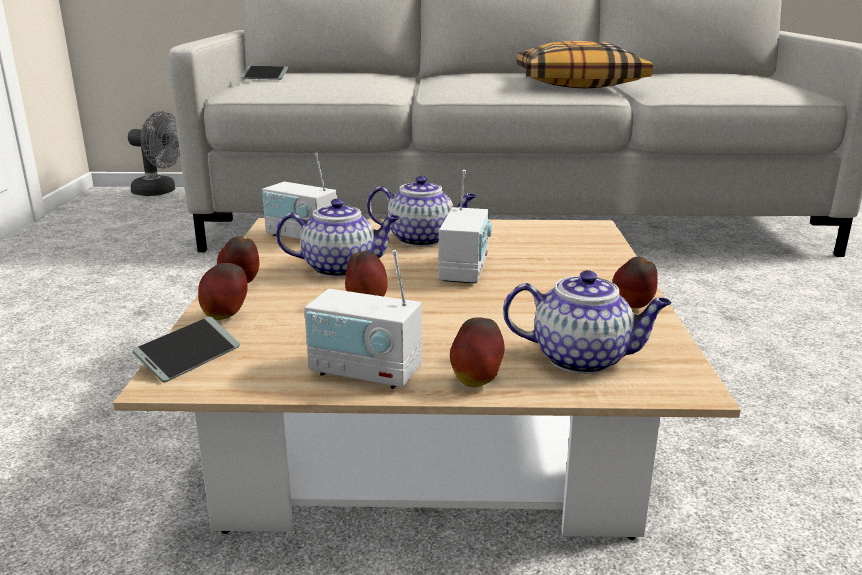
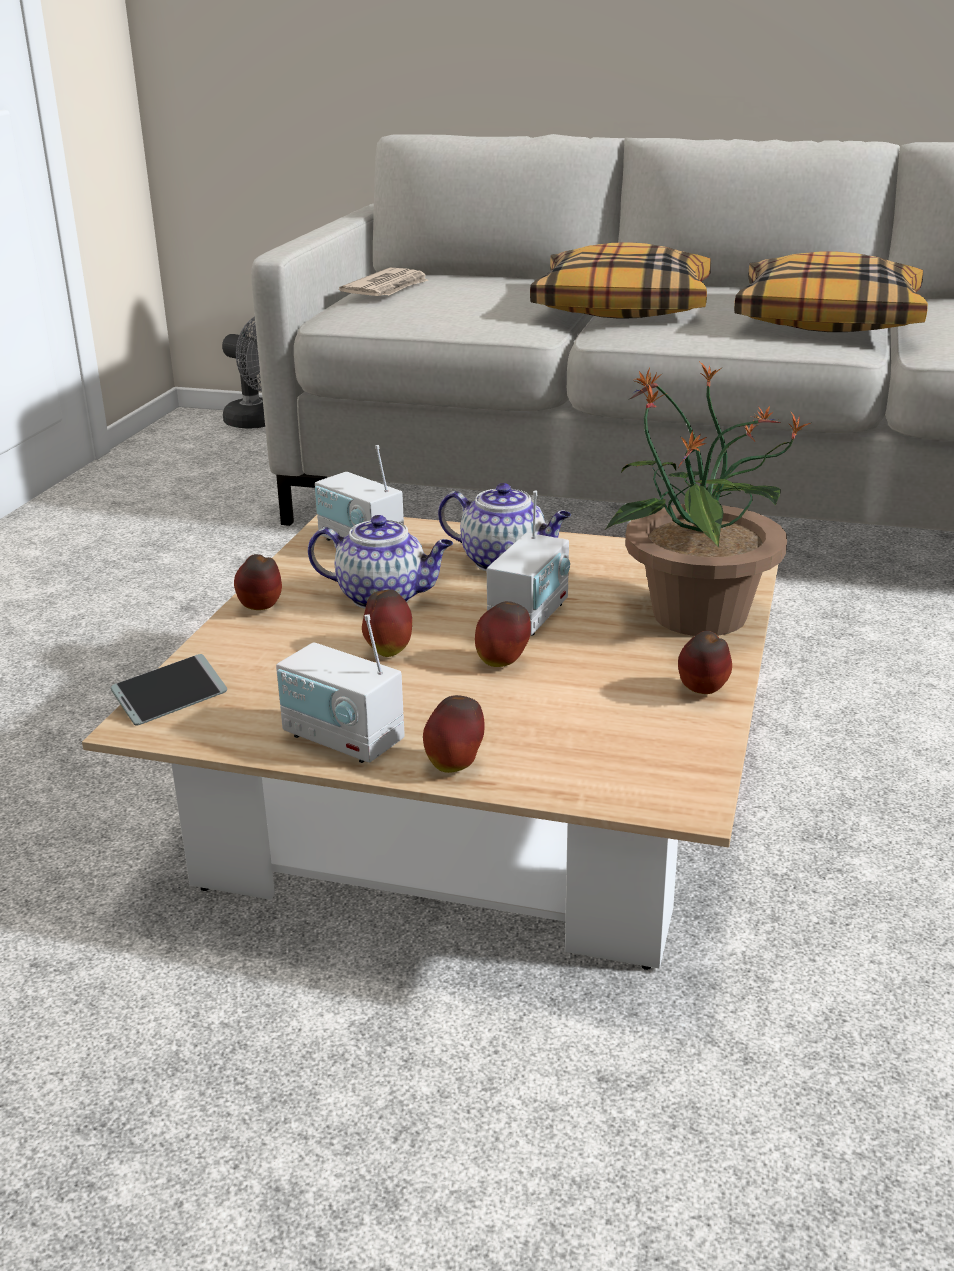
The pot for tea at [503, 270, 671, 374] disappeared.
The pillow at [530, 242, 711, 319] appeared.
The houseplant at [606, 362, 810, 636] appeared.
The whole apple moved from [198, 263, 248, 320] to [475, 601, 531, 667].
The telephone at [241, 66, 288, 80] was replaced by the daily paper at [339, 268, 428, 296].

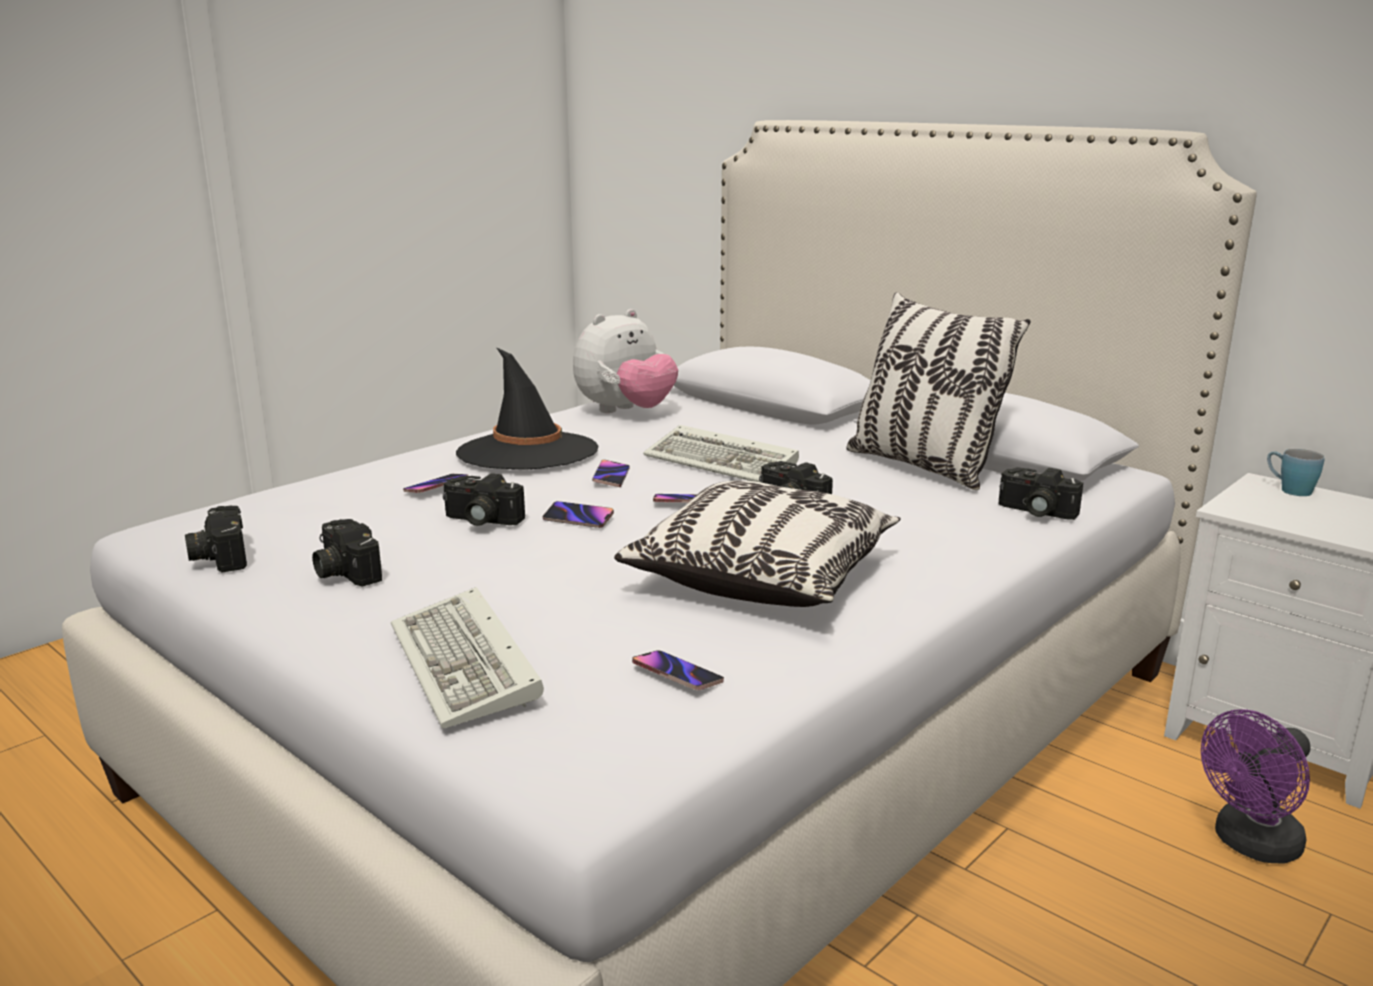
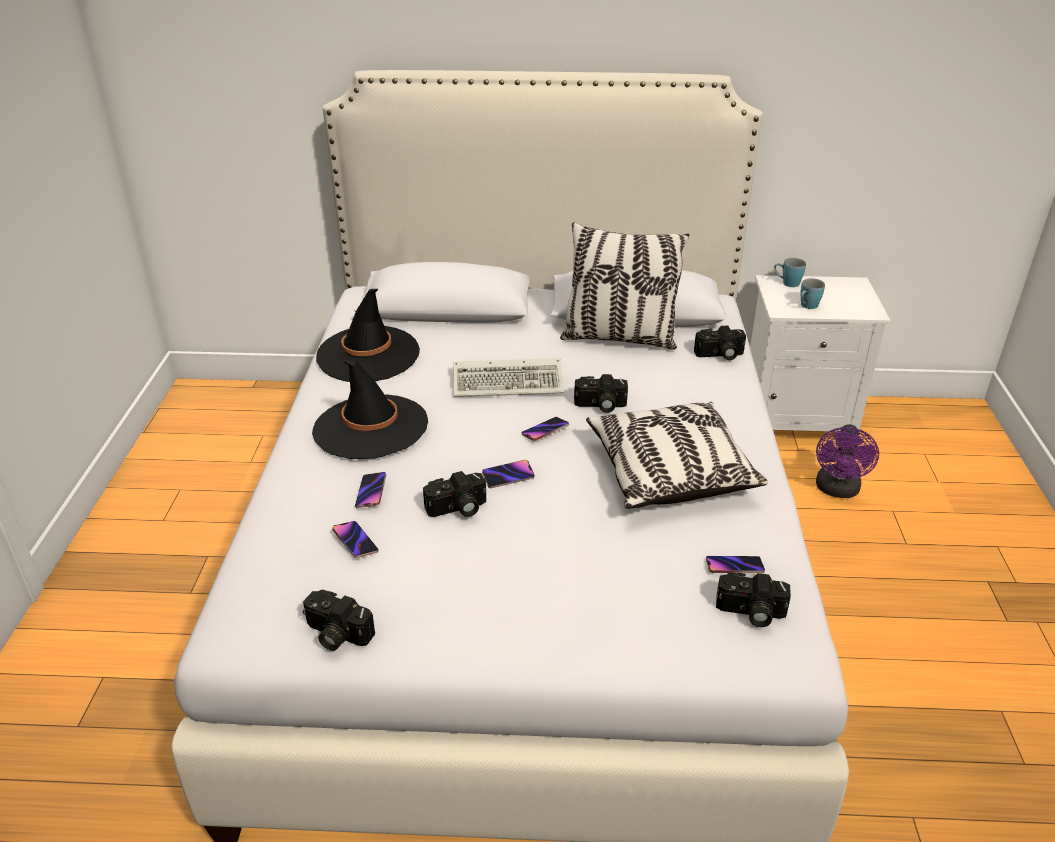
The PC keyboard at [391, 587, 544, 728] disappeared.
The blue tea mug at [801, 278, 825, 309] appeared.
The still camera moved from [312, 519, 382, 587] to [716, 572, 791, 627].
The telephone moved from [592, 460, 630, 487] to [332, 521, 378, 558].
The cuddly toy at [573, 309, 678, 413] was replaced by the black-coloured hat at [316, 289, 420, 382].

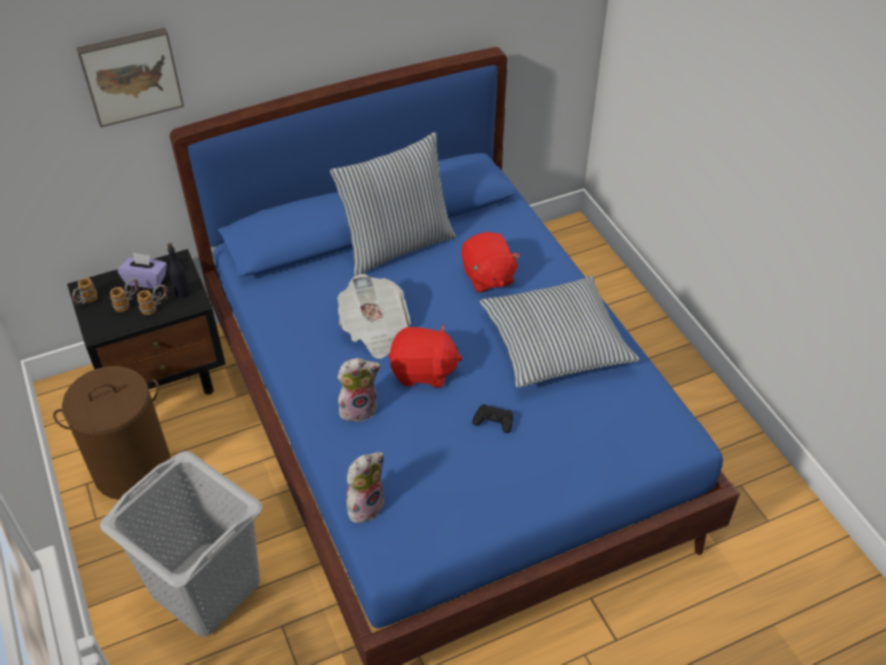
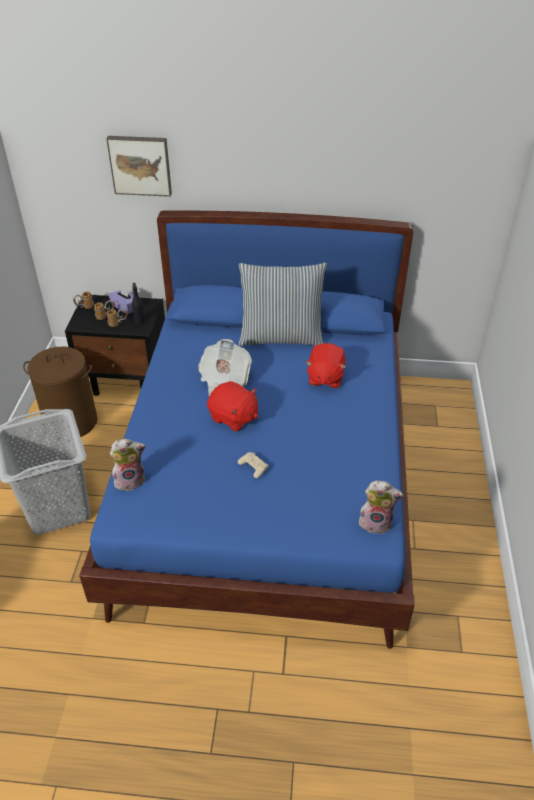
The pillow at [480, 276, 640, 388] disappeared.
The cuddly toy moved from [337, 358, 381, 422] to [359, 480, 404, 534].
The black-coloured joypad at [472, 404, 513, 433] became the beige joypad at [238, 452, 269, 478].

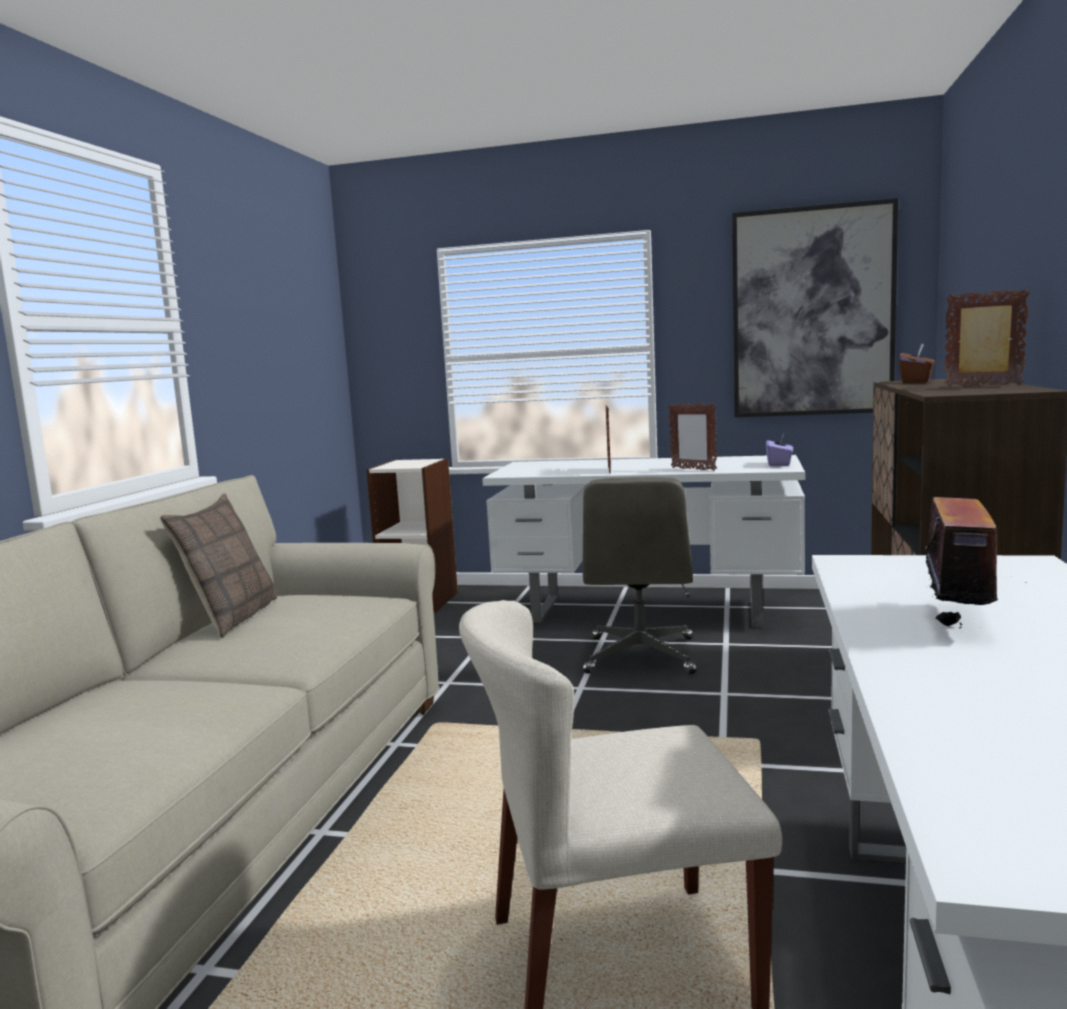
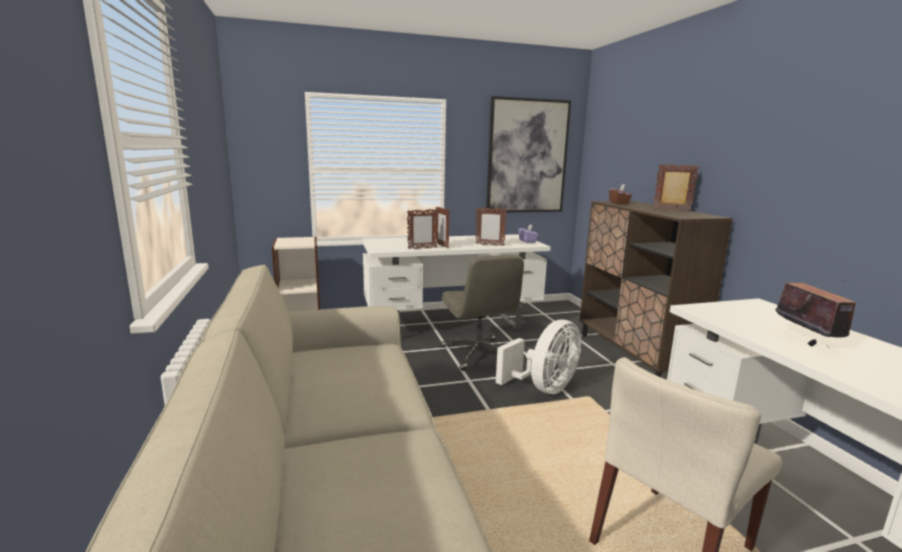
The pillow at [160, 493, 277, 638] disappeared.
The photo frame at [407, 209, 439, 249] appeared.
The white-coloured fan at [496, 319, 581, 394] appeared.

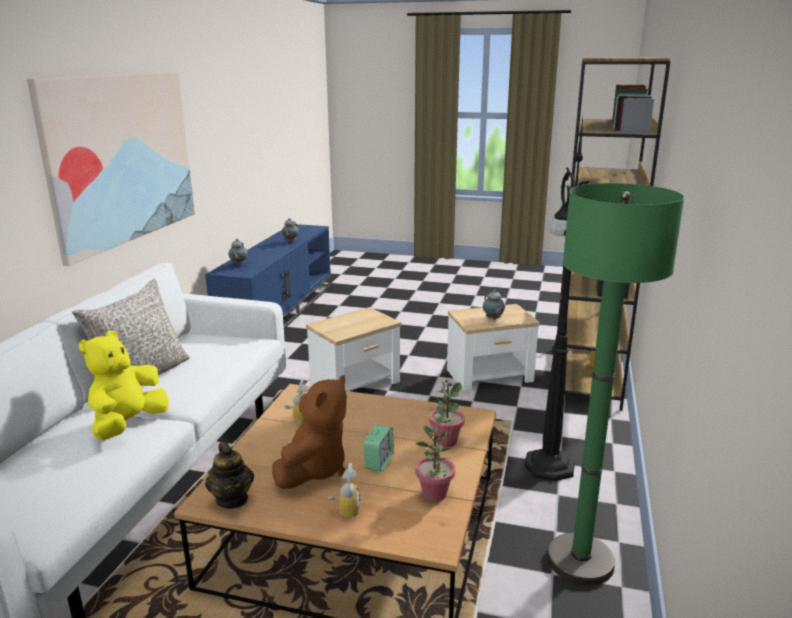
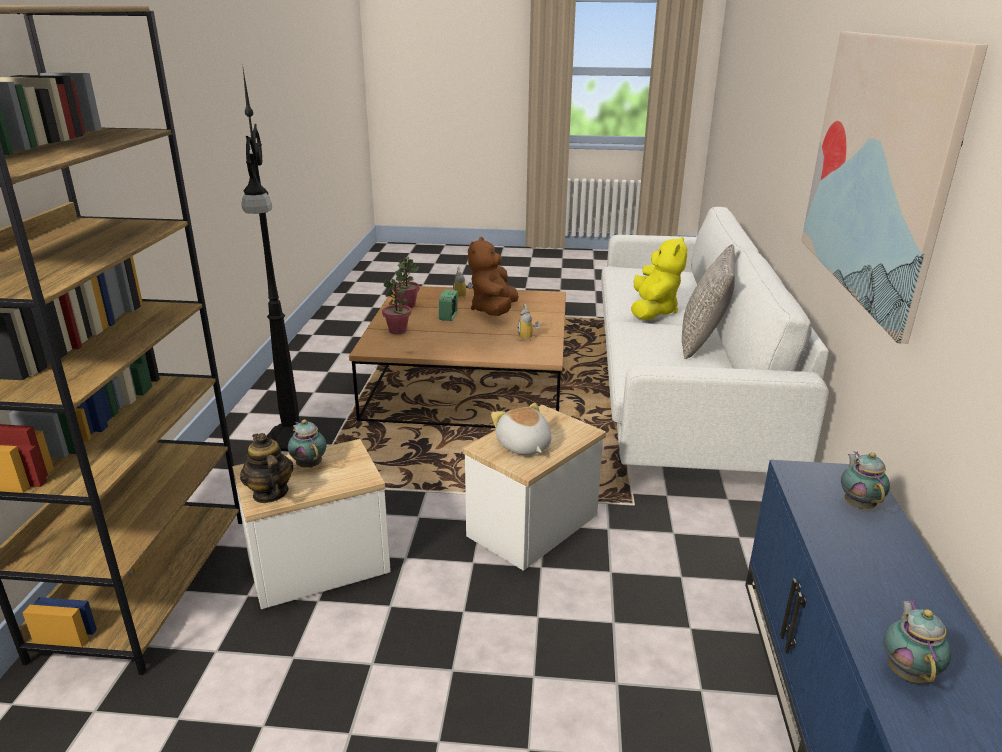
The greenish standing lamp at [547, 183, 684, 586] disappeared.
The cuddly toy at [491, 403, 552, 455] appeared.
The pot for tea moved from [205, 442, 254, 509] to [240, 433, 293, 503].

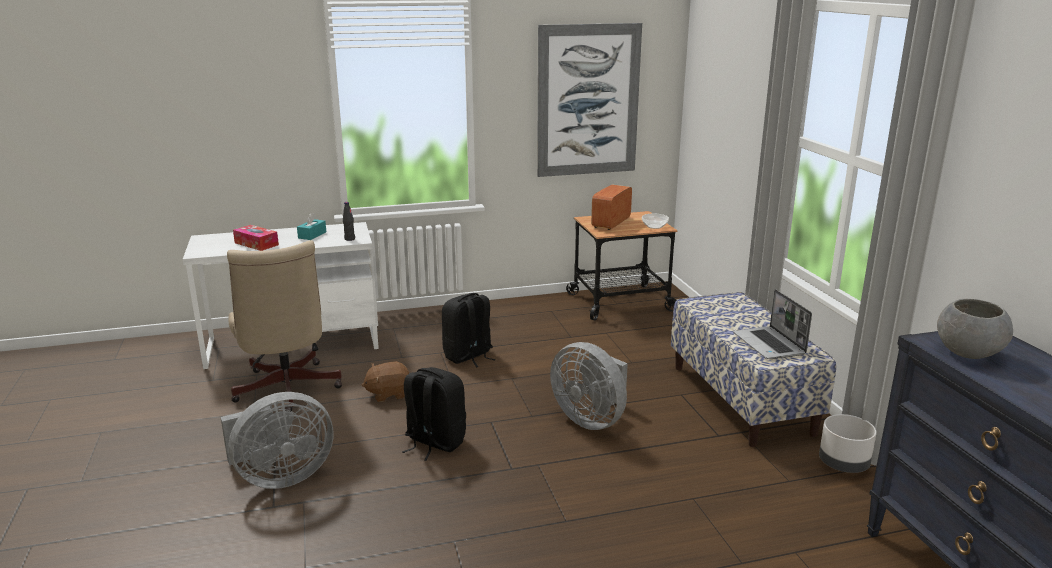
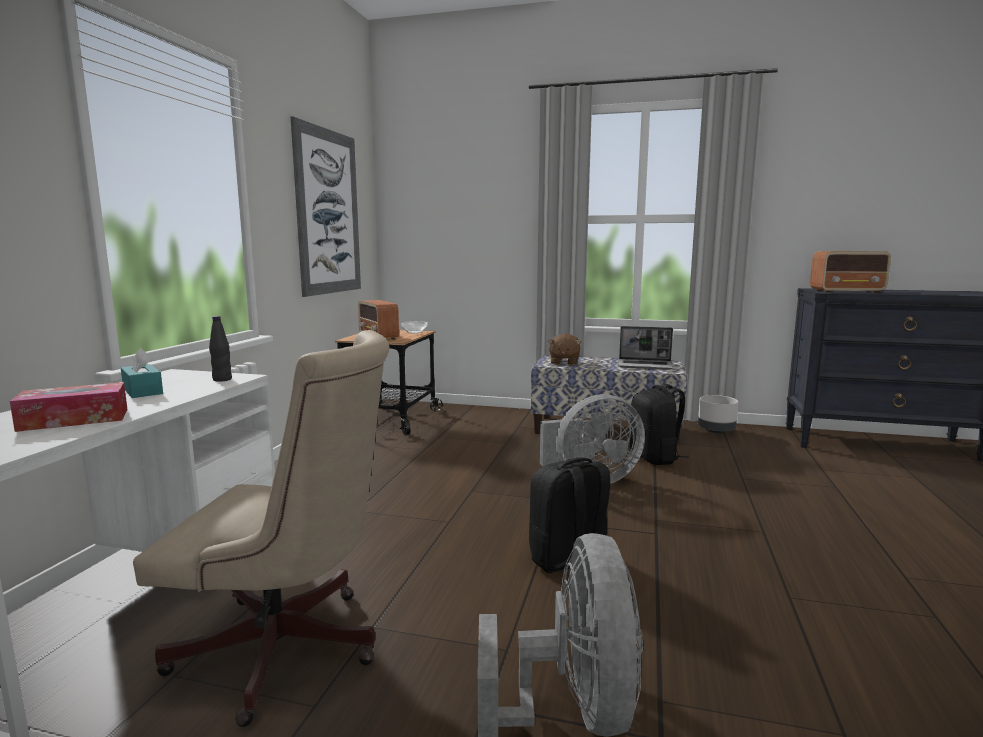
The brownish cuddly toy moved from [362, 361, 409, 402] to [548, 334, 581, 365].
The black-coloured knapsack moved from [442, 293, 496, 367] to [630, 384, 689, 465].
The grey deep dish at [937, 299, 1013, 359] was replaced by the radio at [810, 251, 891, 293].

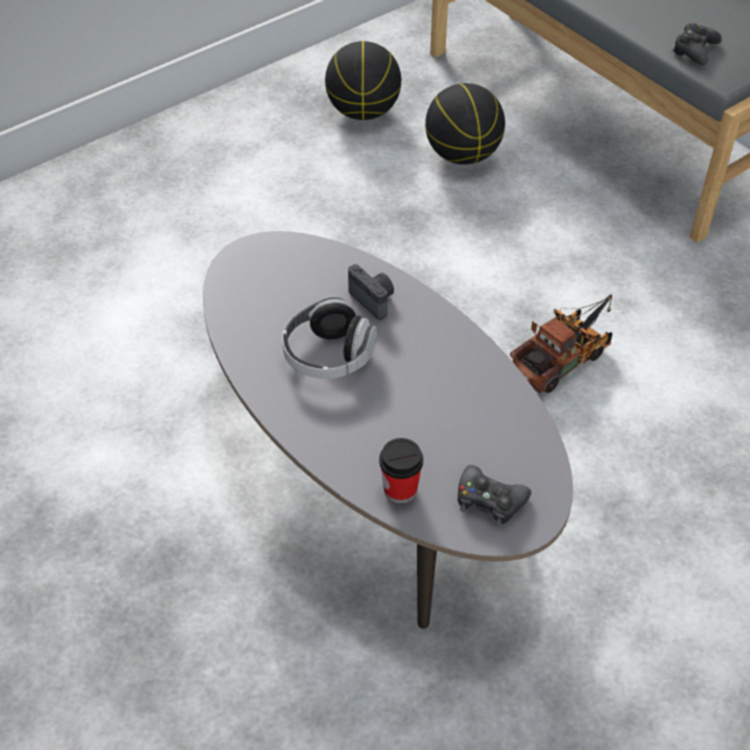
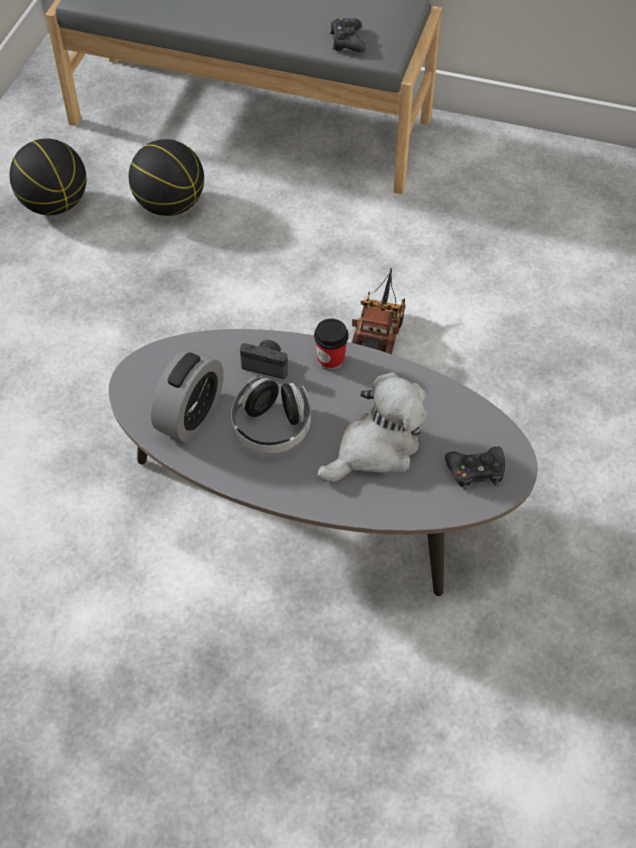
The table clock at [151, 349, 224, 442] appeared.
The cuddly toy at [317, 372, 427, 482] appeared.
The cup moved from [379, 438, 423, 504] to [314, 319, 348, 371].

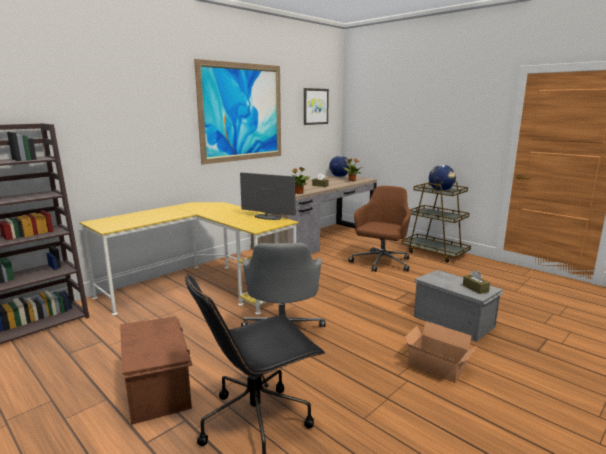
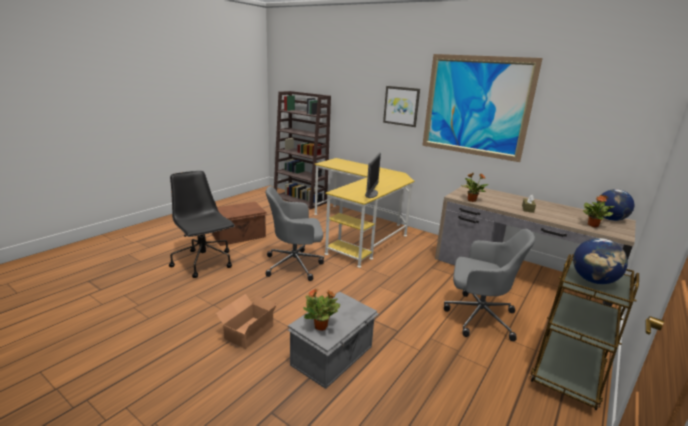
The picture moved from [304, 88, 329, 125] to [383, 86, 420, 127].
The brownish box of tissues at [463, 270, 490, 294] was replaced by the houseplant at [303, 288, 340, 331].
The brownish desk chair at [349, 186, 411, 272] became the grey desk chair at [444, 229, 535, 341].

